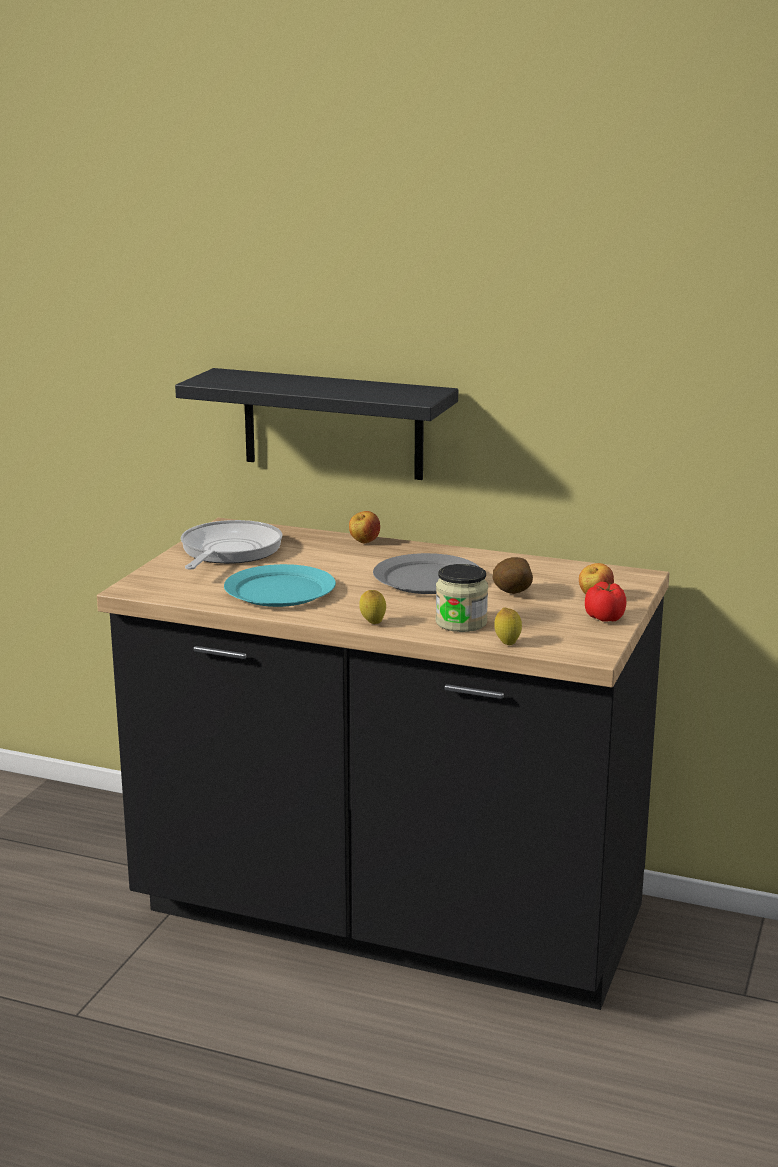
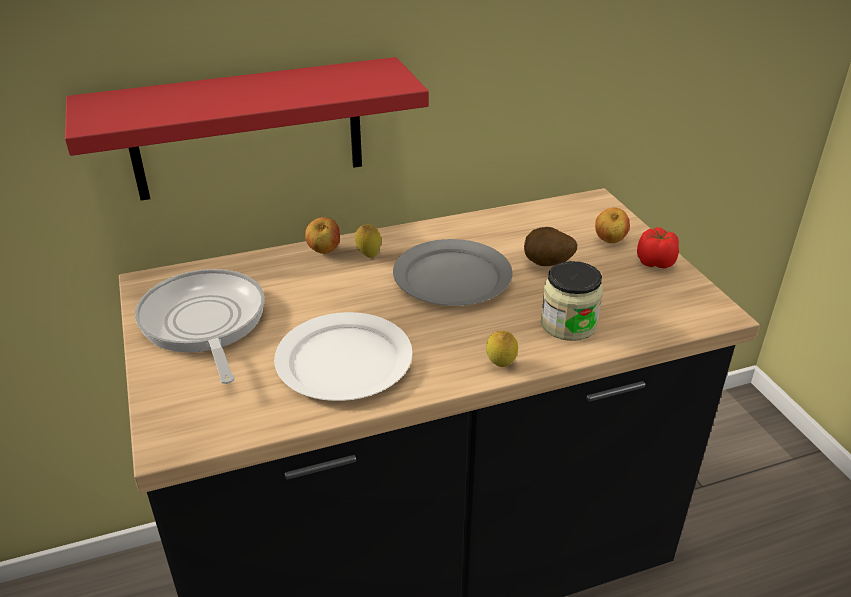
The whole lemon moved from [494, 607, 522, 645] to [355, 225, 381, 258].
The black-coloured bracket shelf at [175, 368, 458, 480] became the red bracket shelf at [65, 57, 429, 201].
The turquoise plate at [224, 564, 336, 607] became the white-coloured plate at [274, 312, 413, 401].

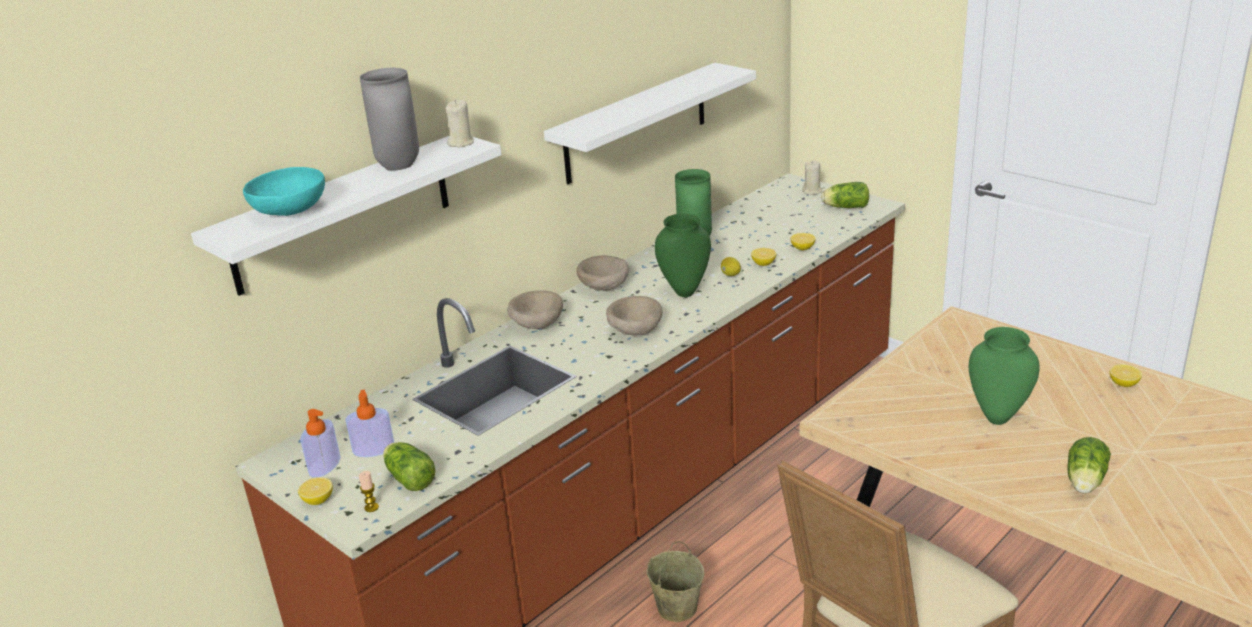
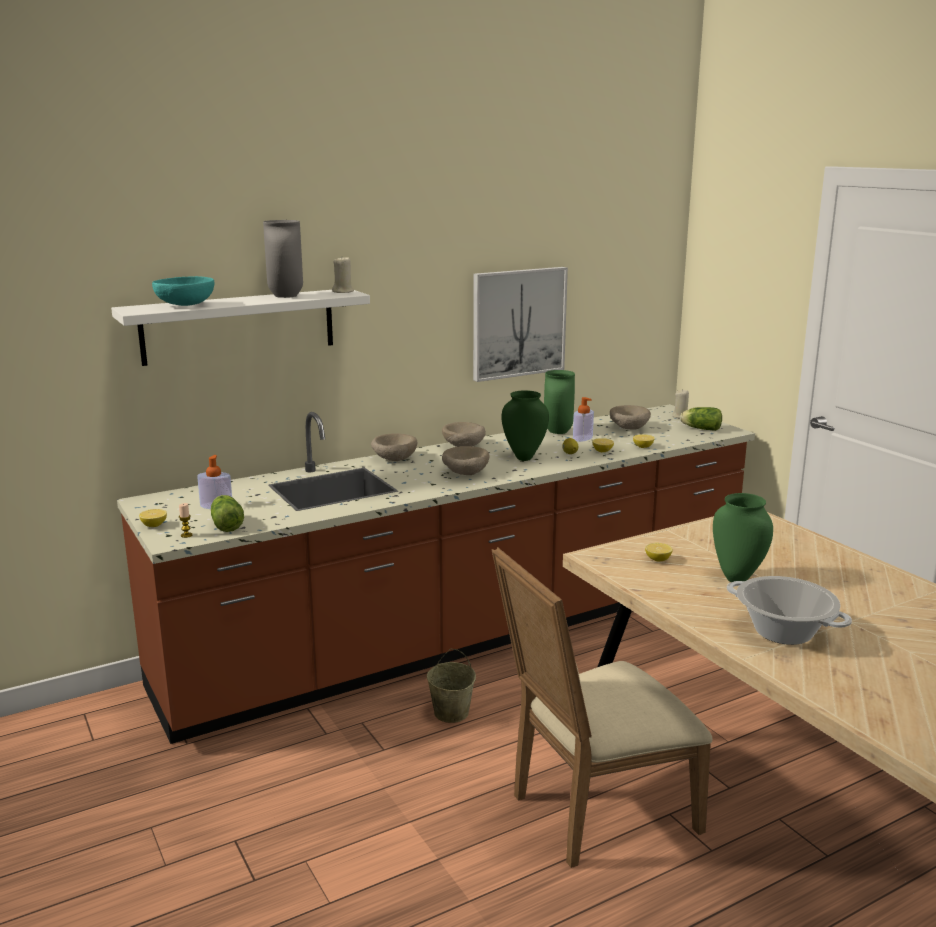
The beige deep dish at [610, 405, 651, 429] appeared.
The liquid soap bottle moved from [300, 409, 341, 478] to [573, 397, 594, 442].
The whole lemon moved from [1110, 365, 1142, 387] to [645, 543, 673, 562].
The white-coloured bracket shelf at [544, 63, 756, 184] was replaced by the picture at [473, 267, 568, 382].
The head of lettuce at [1067, 437, 1111, 493] was replaced by the saucepot at [727, 576, 852, 645].

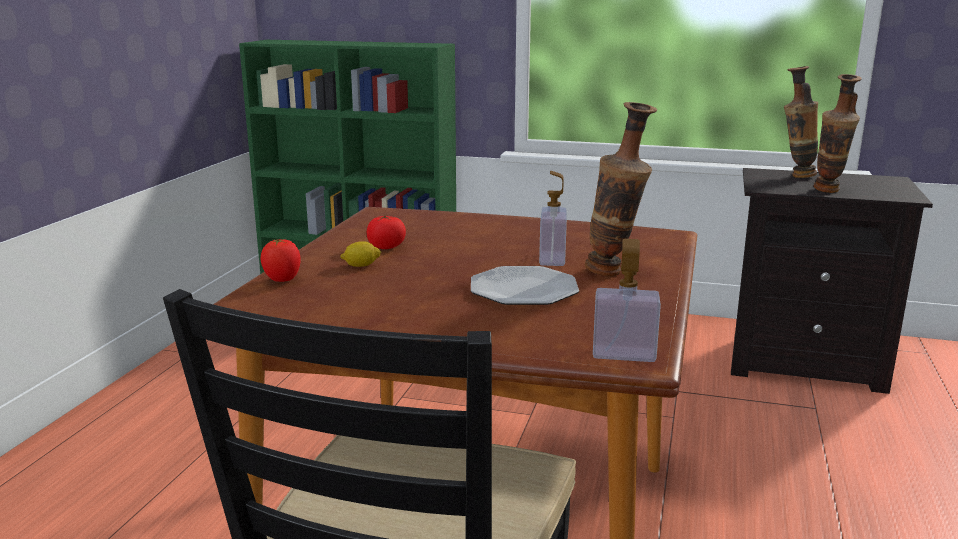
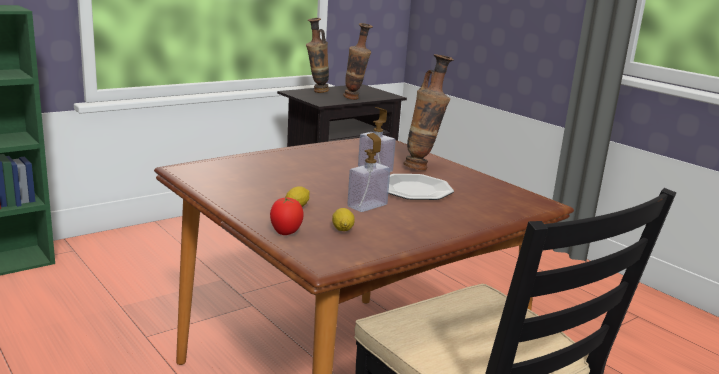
The tomato at [367, 215, 406, 249] disappeared.
The whole lemon at [332, 208, 355, 231] appeared.
The liquid soap bottle moved from [593, 239, 661, 362] to [347, 133, 390, 212].

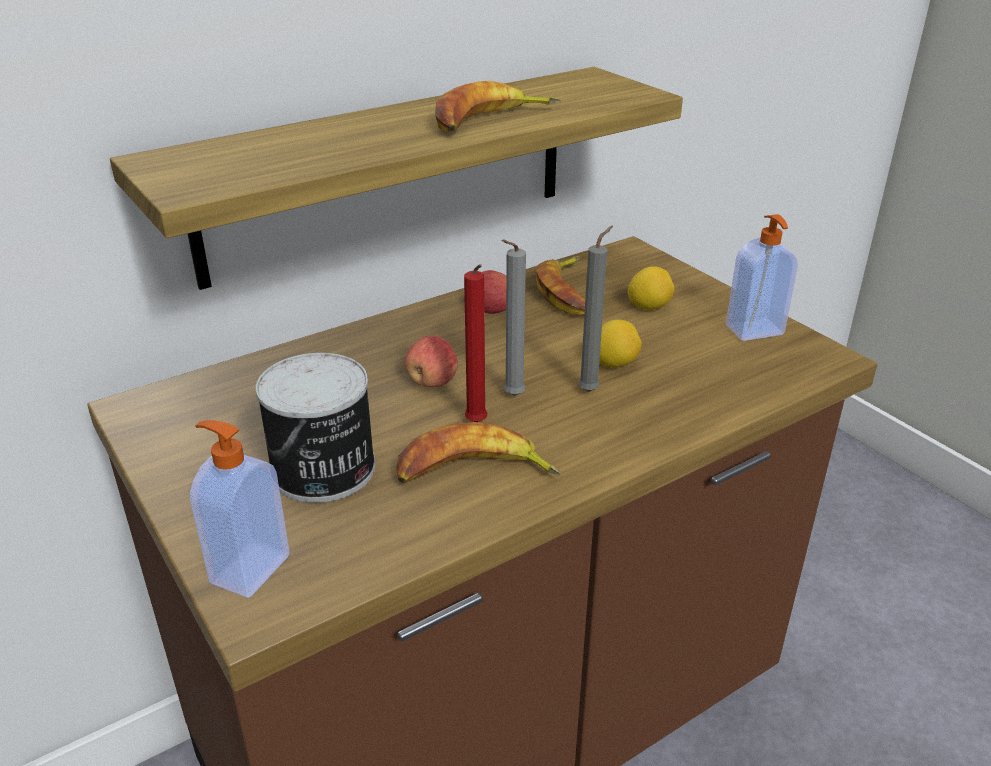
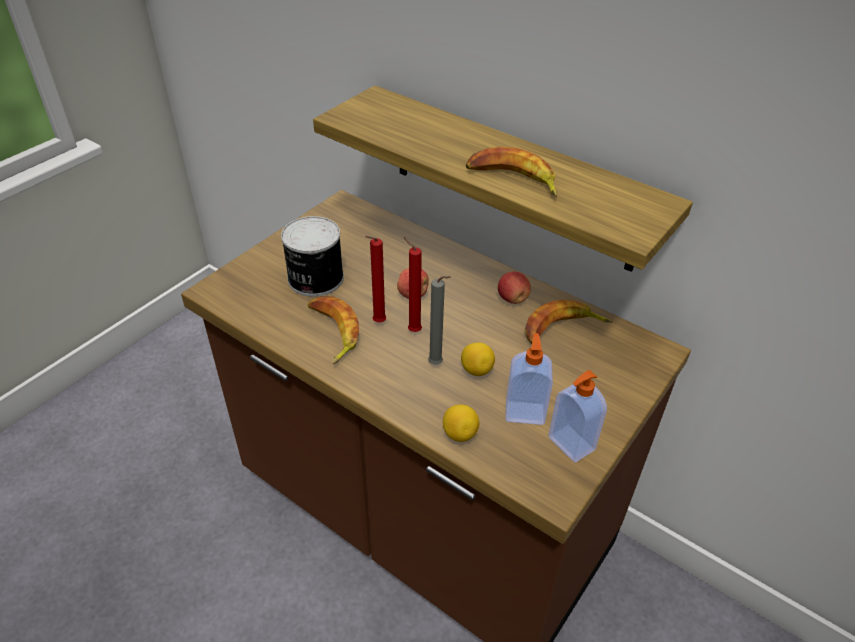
The liquid soap bottle moved from [190, 420, 290, 598] to [505, 333, 553, 425].
The whole lemon moved from [628, 266, 674, 310] to [443, 405, 479, 442].
The grey wax light at [502, 240, 526, 396] became the red wax light at [404, 237, 422, 332].

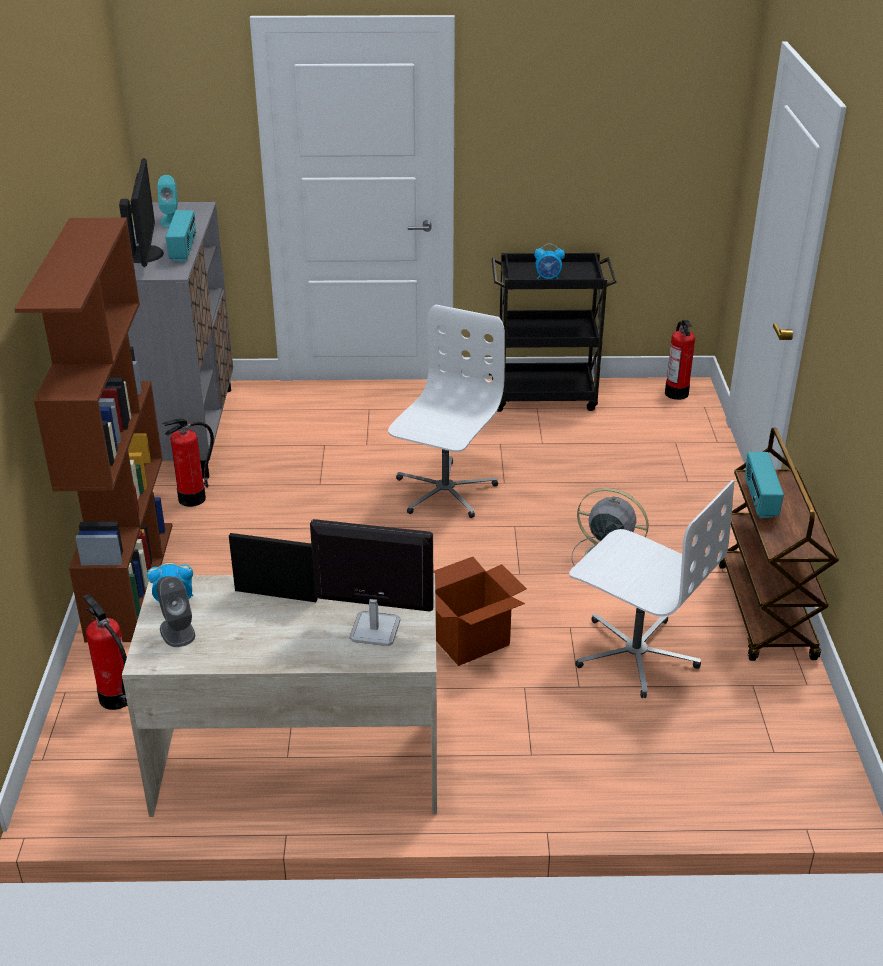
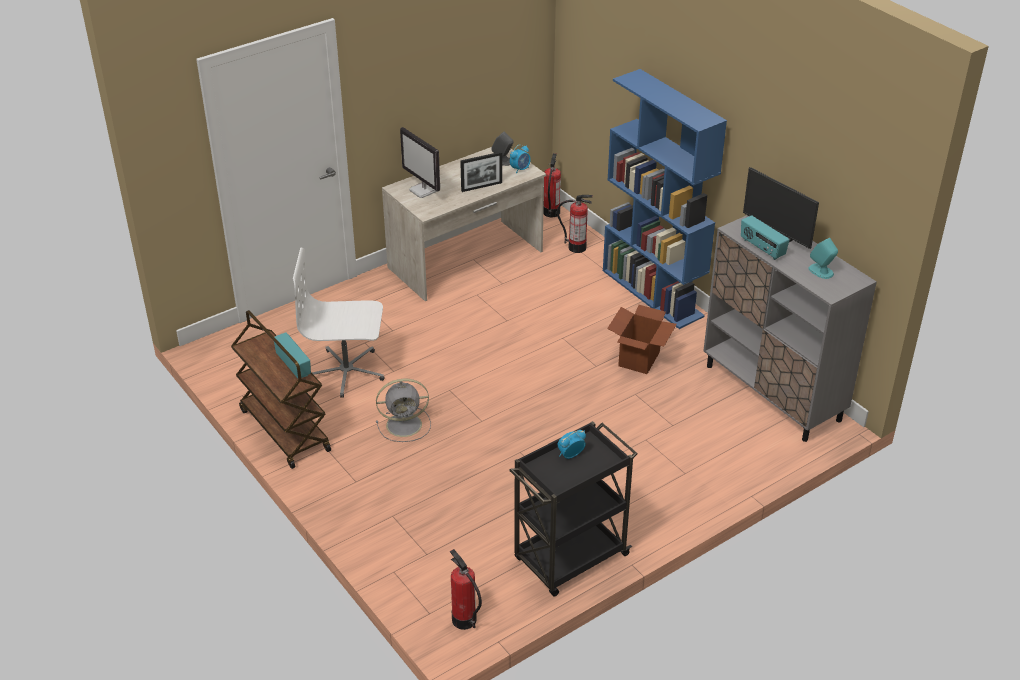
The white-coloured desk chair at [388, 305, 505, 518] disappeared.
The fire extinguisher moved from [162, 419, 214, 507] to [543, 153, 561, 217].
The carton moved from [433, 557, 527, 666] to [607, 305, 677, 374].
The brownish bookshelf at [14, 218, 172, 643] became the blue bookshelf at [603, 69, 727, 329].
The computer display at [310, 519, 434, 646] turned 75 degrees clockwise.

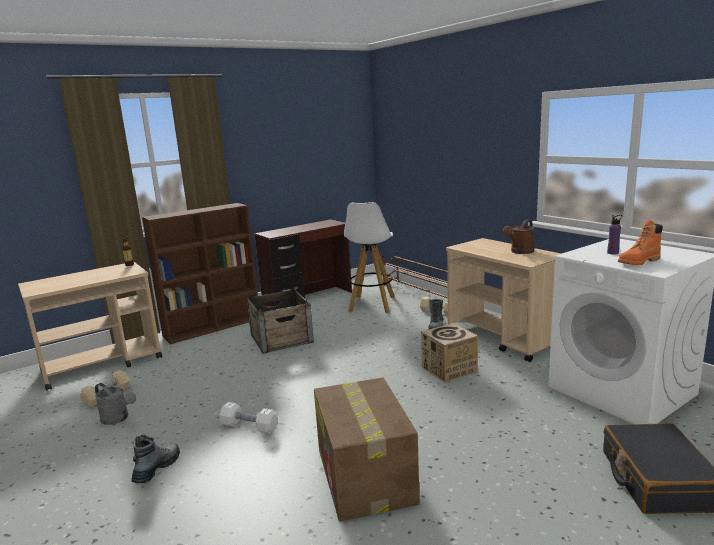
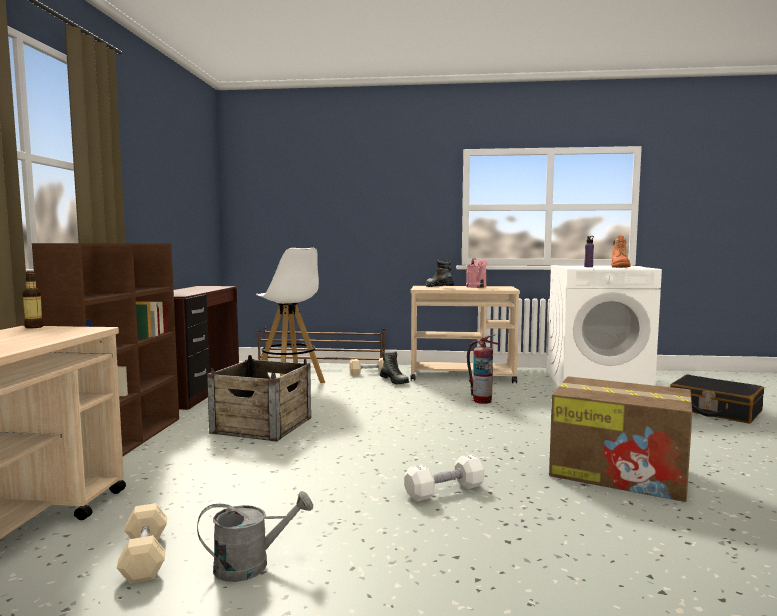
The tall boot moved from [131, 435, 180, 483] to [426, 259, 454, 287].
The carton at [421, 323, 478, 383] was replaced by the fire extinguisher at [467, 334, 500, 404].
The brownish watering pot at [503, 219, 534, 254] became the pink watering pot at [466, 259, 487, 288].

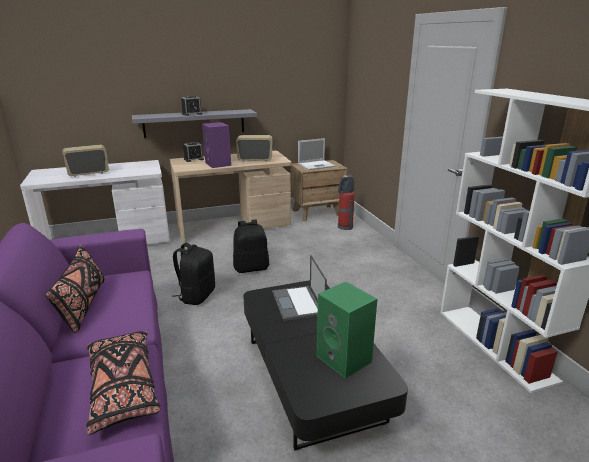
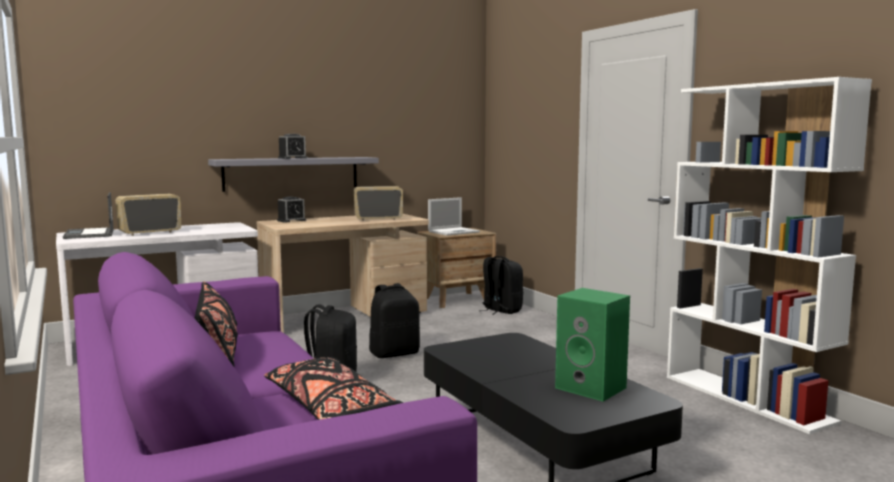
The purplish audio speaker at [202, 122, 231, 168] disappeared.
The laptop moved from [272, 255, 327, 321] to [63, 192, 114, 239].
The fire extinguisher at [338, 175, 355, 230] was replaced by the black-coloured knapsack at [481, 256, 523, 315].

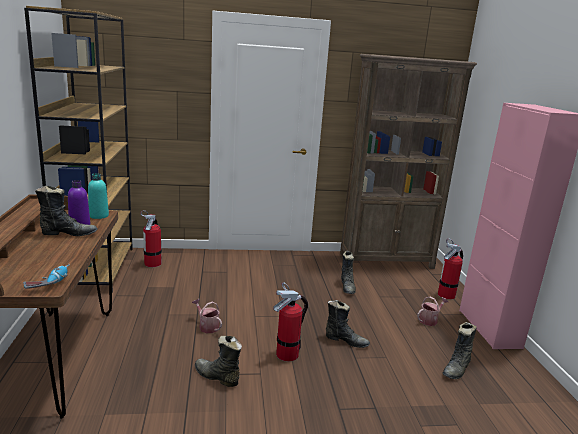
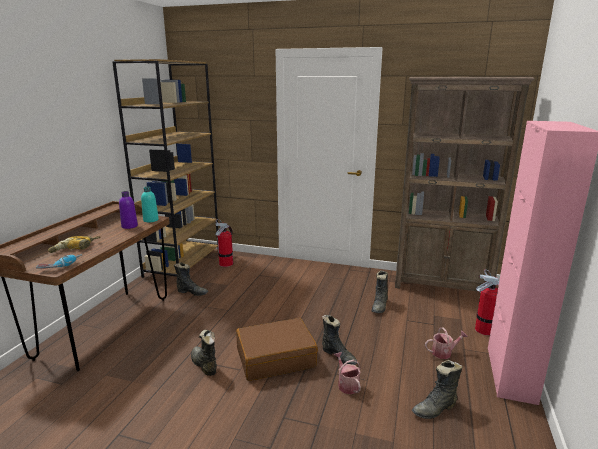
The power drill at [48, 236, 101, 253] appeared.
The black-coloured tall boot moved from [35, 185, 98, 236] to [174, 262, 208, 296].
The watering pot moved from [192, 299, 222, 333] to [334, 352, 361, 394].
The fire extinguisher at [273, 282, 308, 362] was replaced by the brownish travel case at [236, 318, 318, 381].

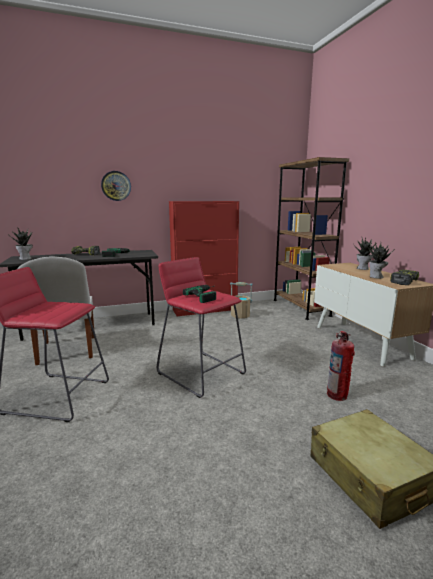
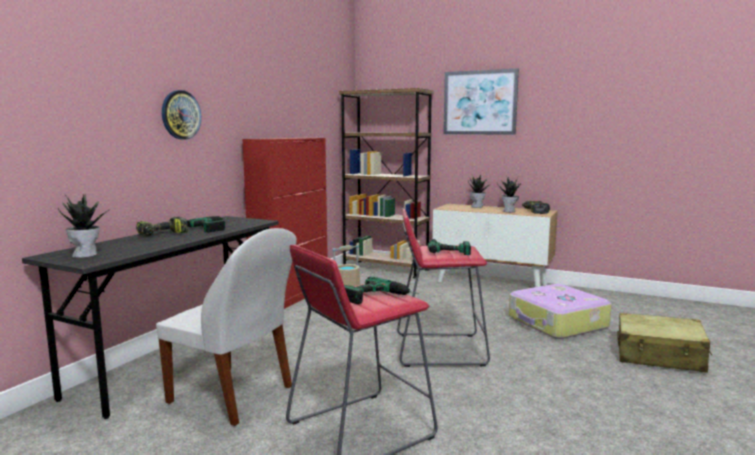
The power drill at [344, 277, 419, 304] appeared.
The picture at [443, 68, 519, 135] appeared.
The fire extinguisher at [327, 331, 355, 401] was replaced by the travel case at [509, 284, 612, 339].

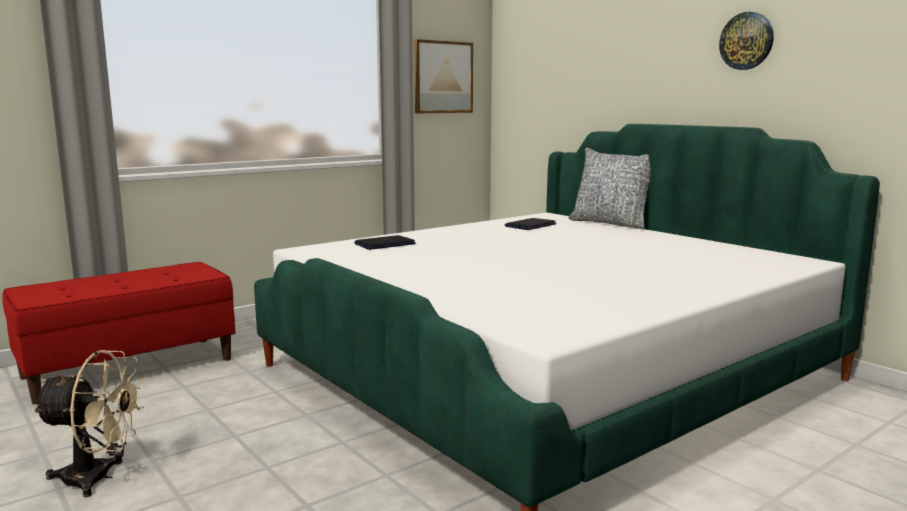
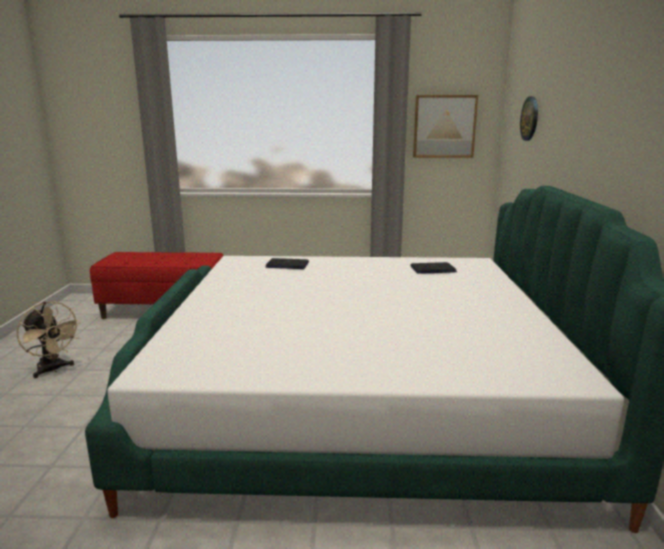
The pillow at [569, 148, 651, 229] disappeared.
The wall clock moved from [719, 12, 774, 70] to [520, 97, 538, 141].

